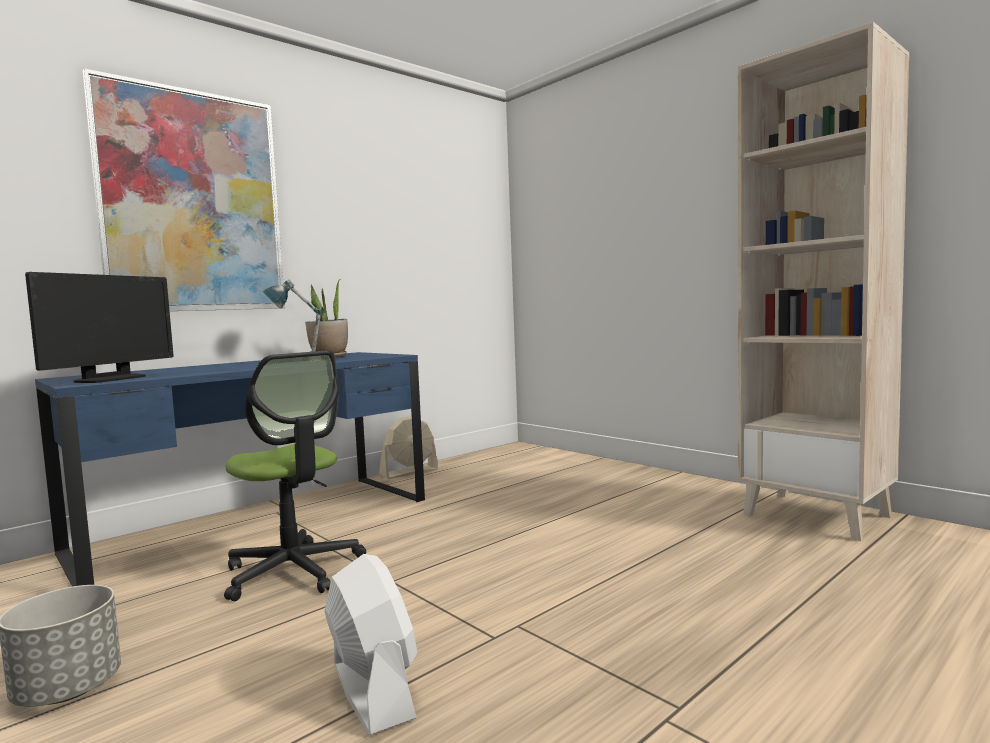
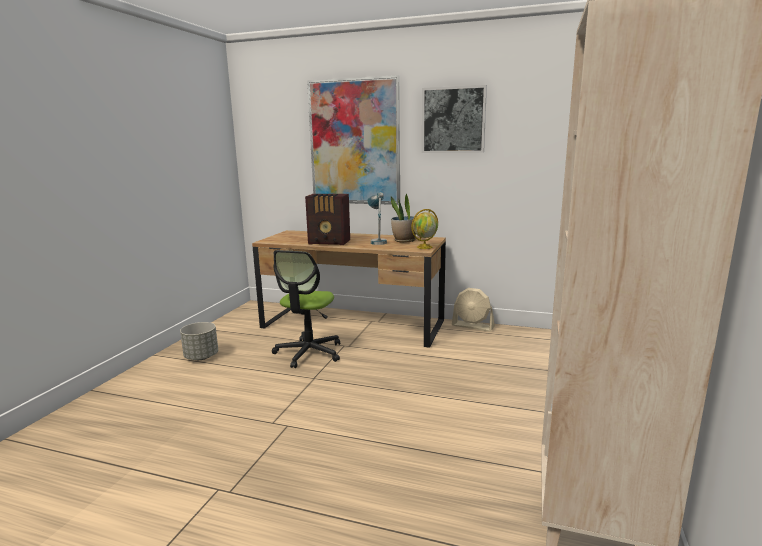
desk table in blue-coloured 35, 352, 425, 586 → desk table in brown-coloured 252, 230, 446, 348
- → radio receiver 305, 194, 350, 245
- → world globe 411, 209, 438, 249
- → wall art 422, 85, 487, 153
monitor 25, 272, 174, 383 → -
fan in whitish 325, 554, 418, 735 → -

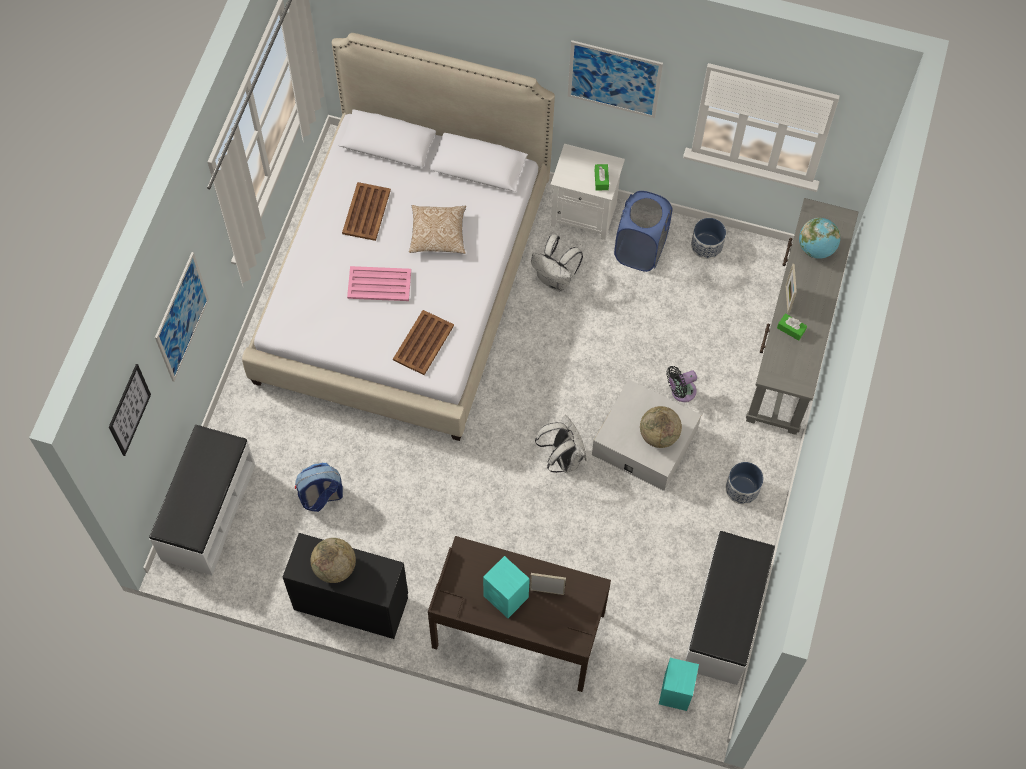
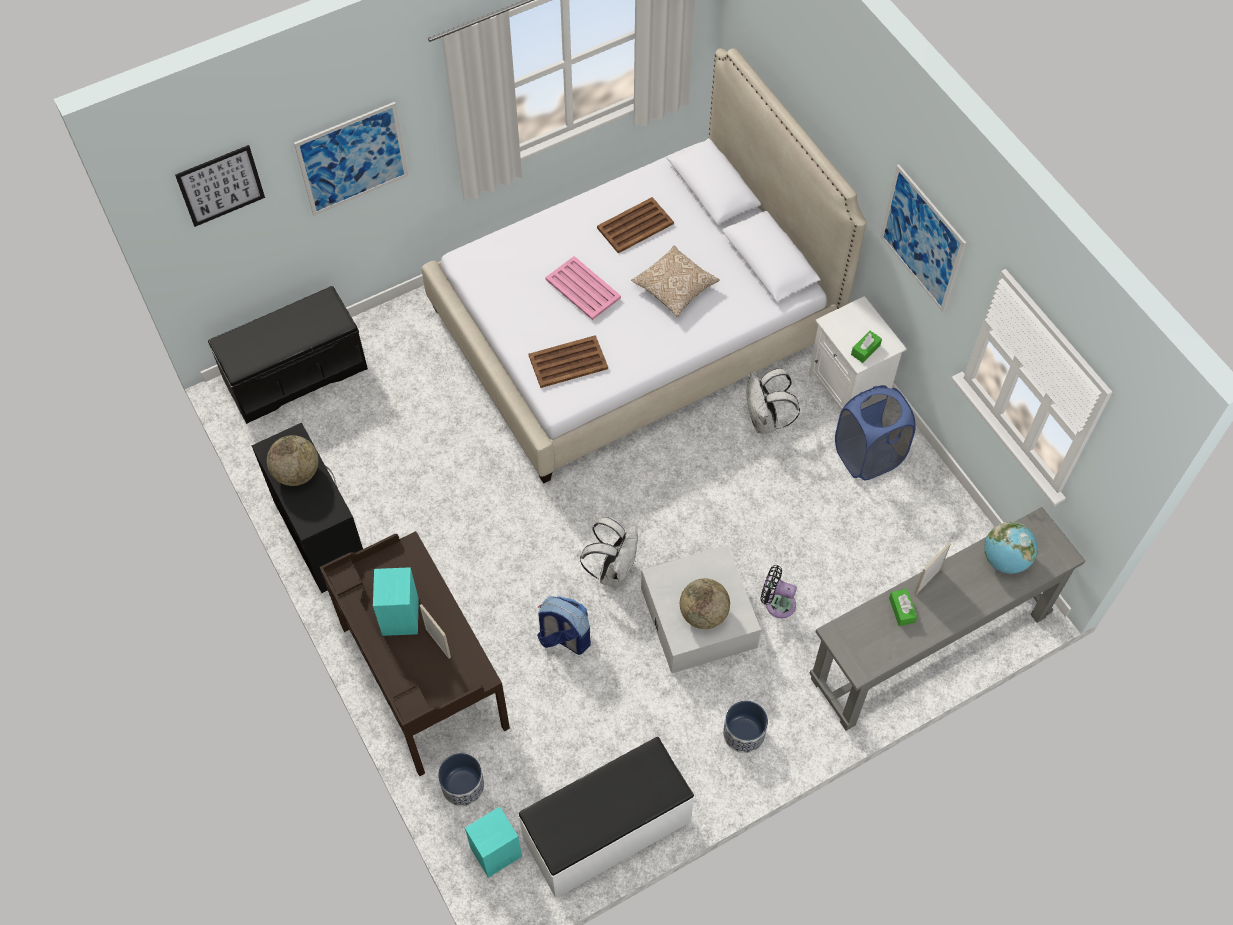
indoor bench in whitish 149, 425, 255, 576 → indoor bench in black-coloured 208, 286, 368, 424
flower pot 691, 218, 726, 259 → flower pot 438, 753, 484, 807, moved
backpack 295, 463, 343, 512 → backpack 537, 596, 591, 655, moved

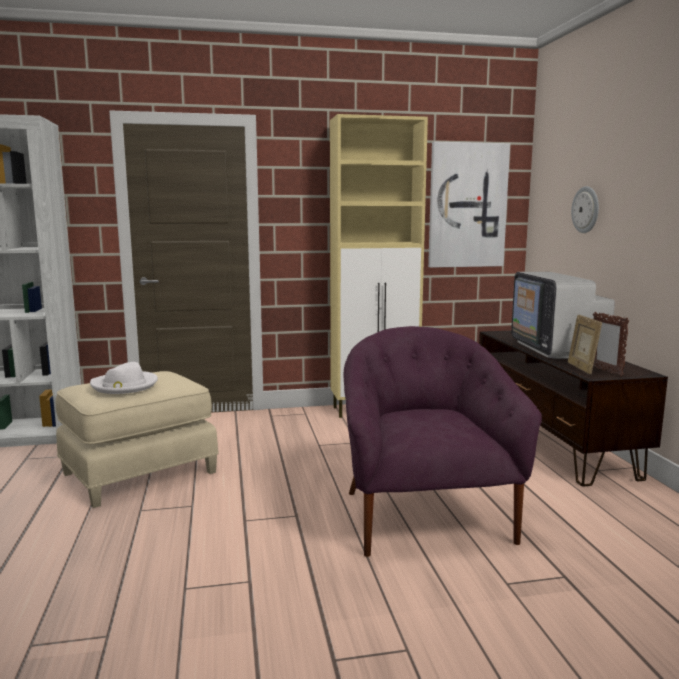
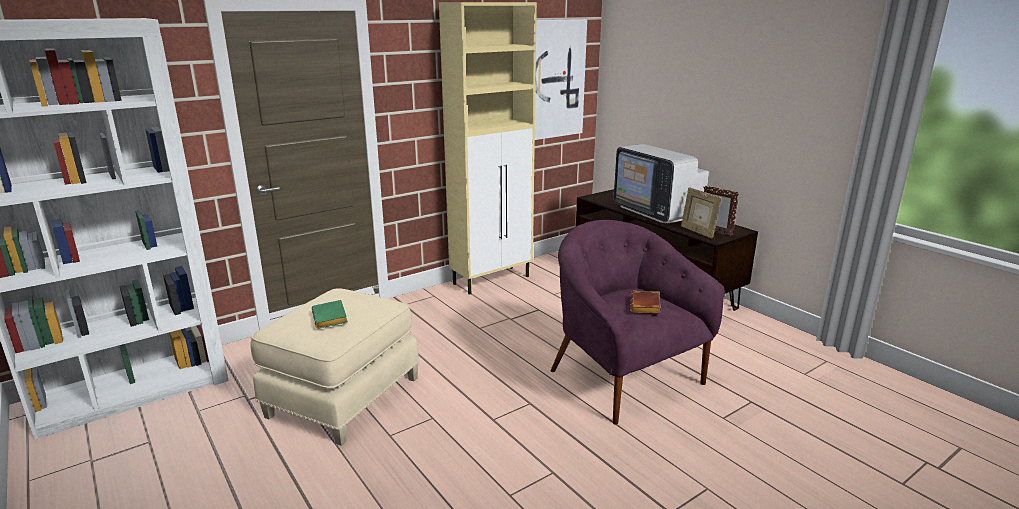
wearable hat in whitish 90, 362, 158, 394 → volume in green-coloured 312, 300, 348, 329
- → volume in brown-coloured 630, 291, 661, 314
wall clock 571, 186, 599, 233 → -

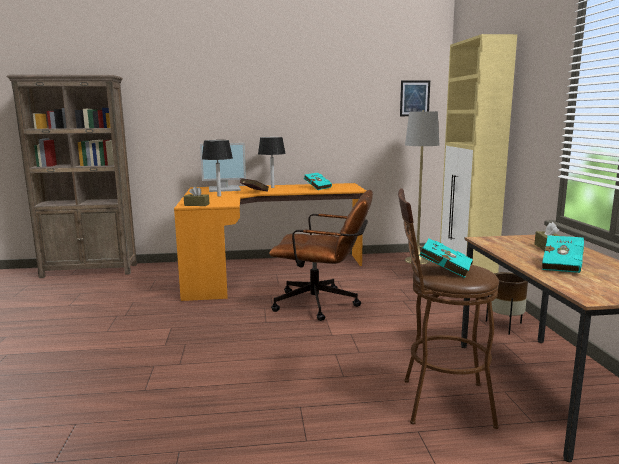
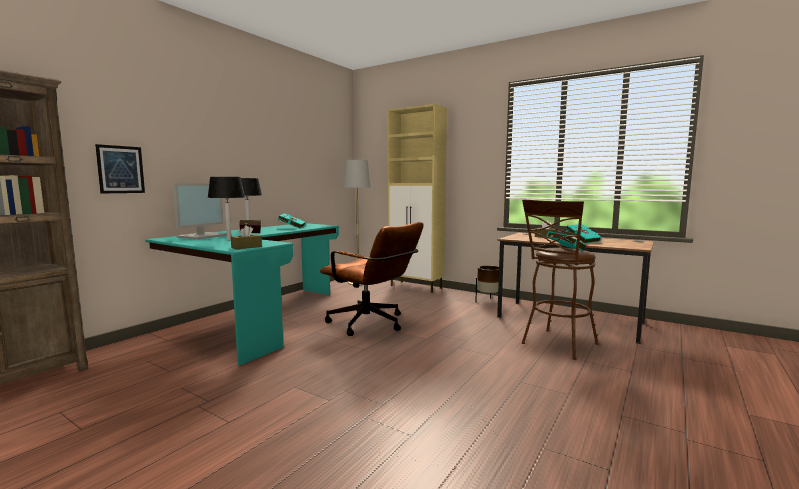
wall art 400, 80, 430, 116 → wall art 95, 144, 145, 194, moved
desk table in orange 174, 183, 366, 301 → desk table in turquoise 145, 223, 339, 366
desk chair in brown-coloured 269, 190, 373, 321 → desk chair in brown-coloured 320, 222, 424, 336, 75 degrees clockwise

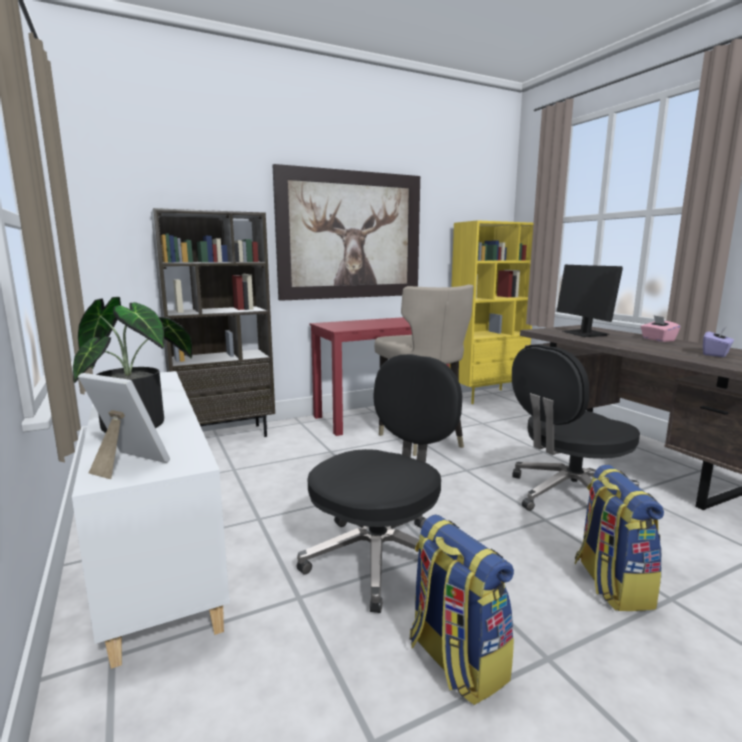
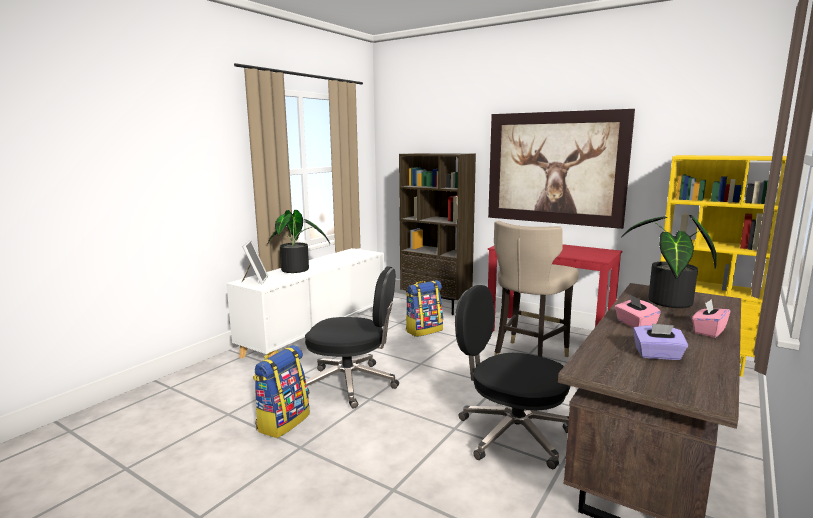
backpack 574, 465, 664, 611 → backpack 406, 280, 443, 337, moved
- → tissue holder in pink 615, 294, 661, 328
monitor 556, 265, 623, 337 → plant in a pot 621, 215, 717, 308

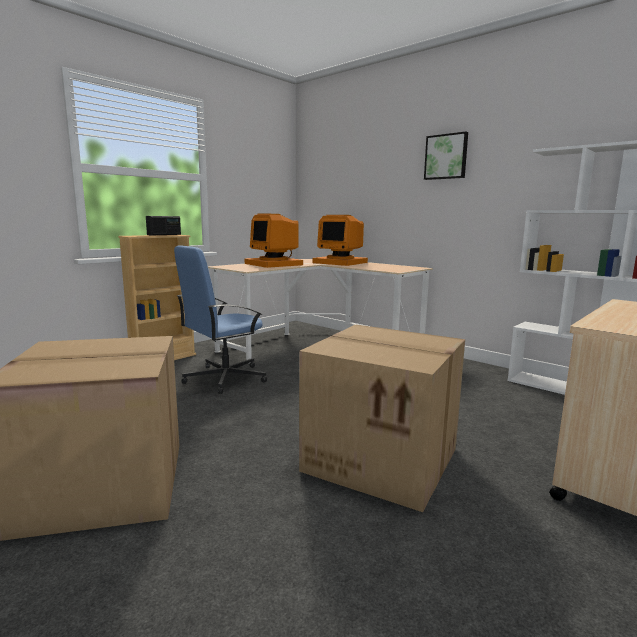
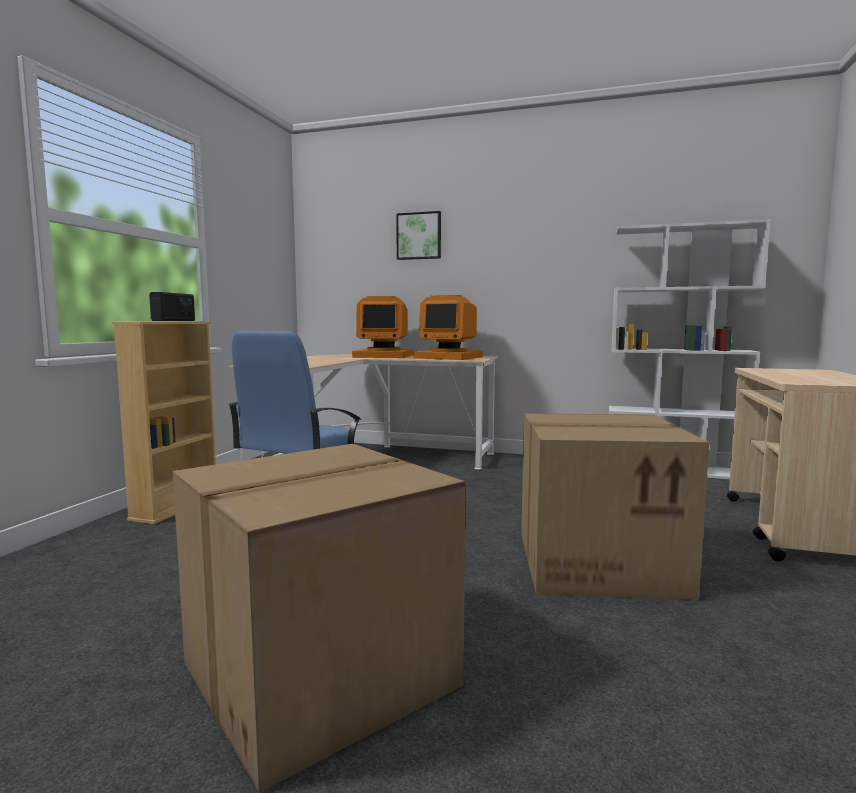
wall art 424, 131, 468, 180 → wall art 396, 211, 441, 260, moved
monitor 245, 214, 303, 268 → monitor 413, 295, 483, 360, moved

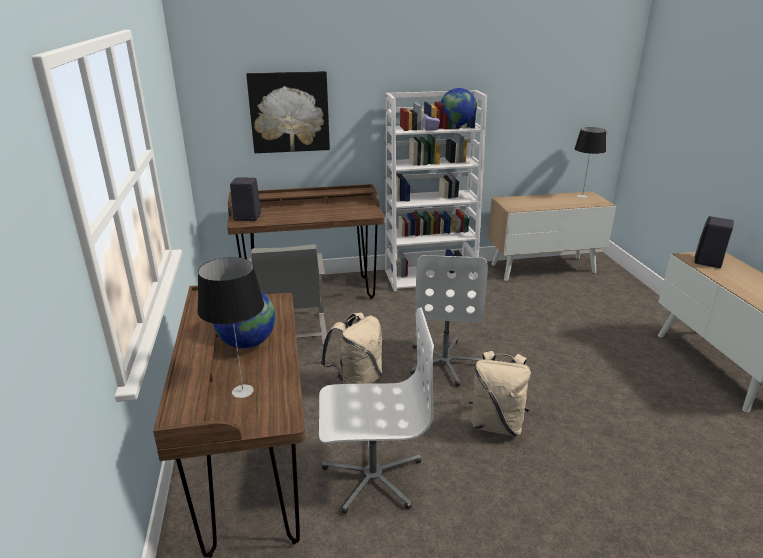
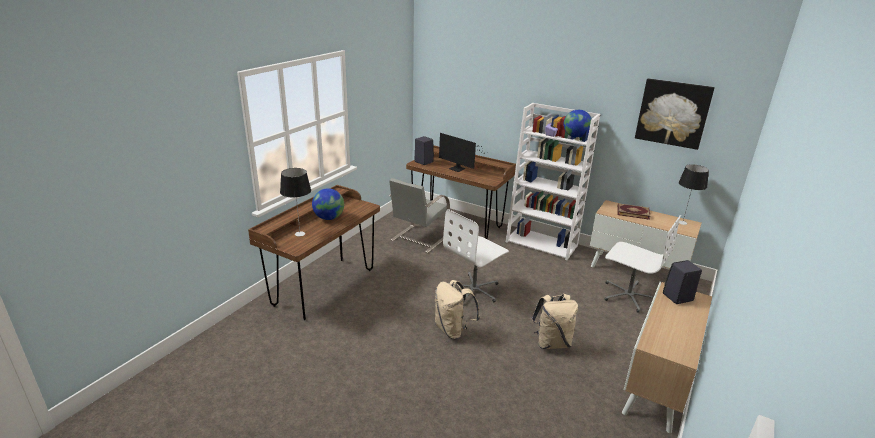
- → monitor 439, 133, 484, 172
backpack in beige-coloured 320, 312, 382, 384 → backpack in beige-coloured 532, 294, 578, 349, moved
desk chair in whitish 319, 308, 434, 514 → desk chair in whitish 605, 215, 681, 313, moved
- → volume 617, 203, 650, 220
wall art 246, 71, 330, 153 → wall art 635, 78, 715, 150, moved

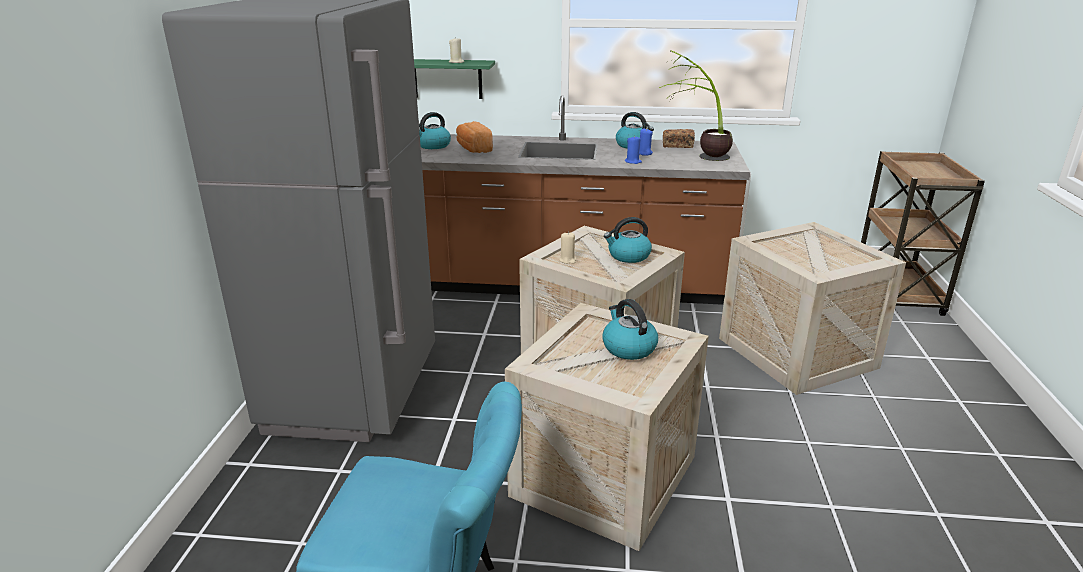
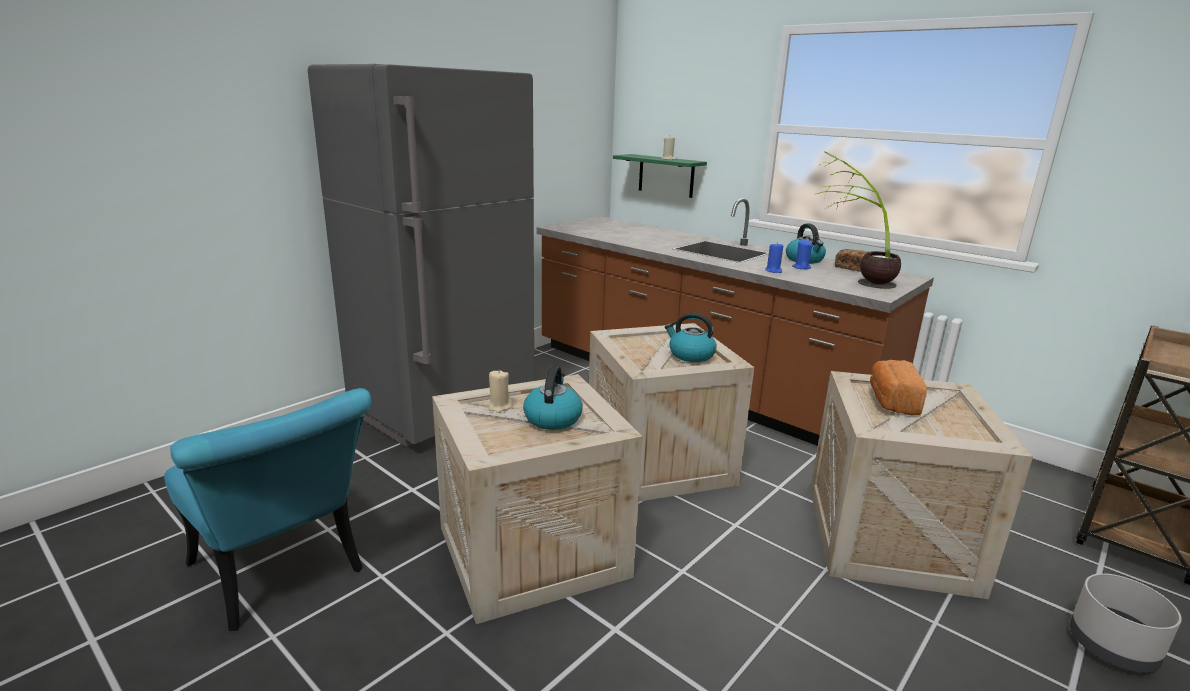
wax light in beige-coloured 559, 232, 577, 264 → wax light in beige-coloured 488, 371, 512, 413, moved
baked bread 456, 121, 493, 153 → baked bread 870, 360, 927, 415, moved
- → flower pot in gray 1070, 573, 1182, 672
kettle 419, 112, 451, 149 → -

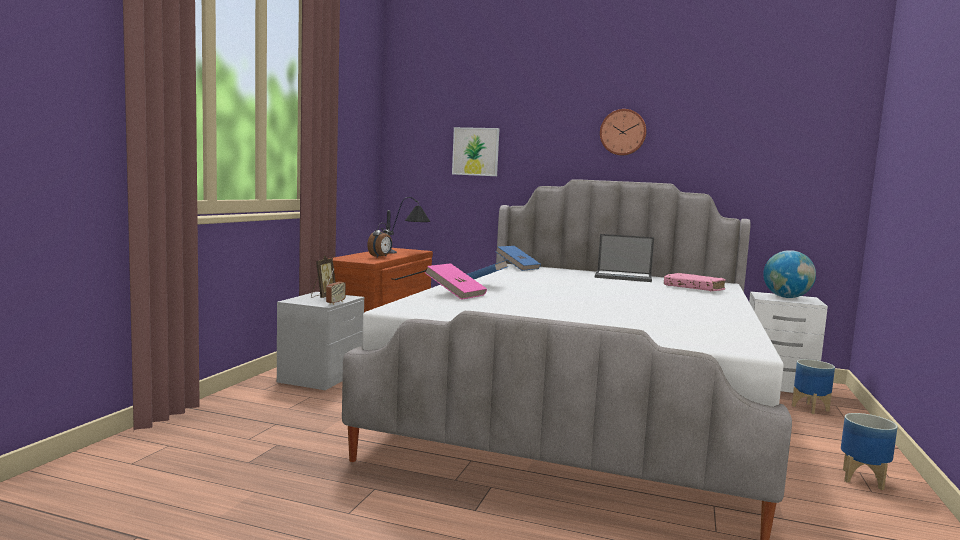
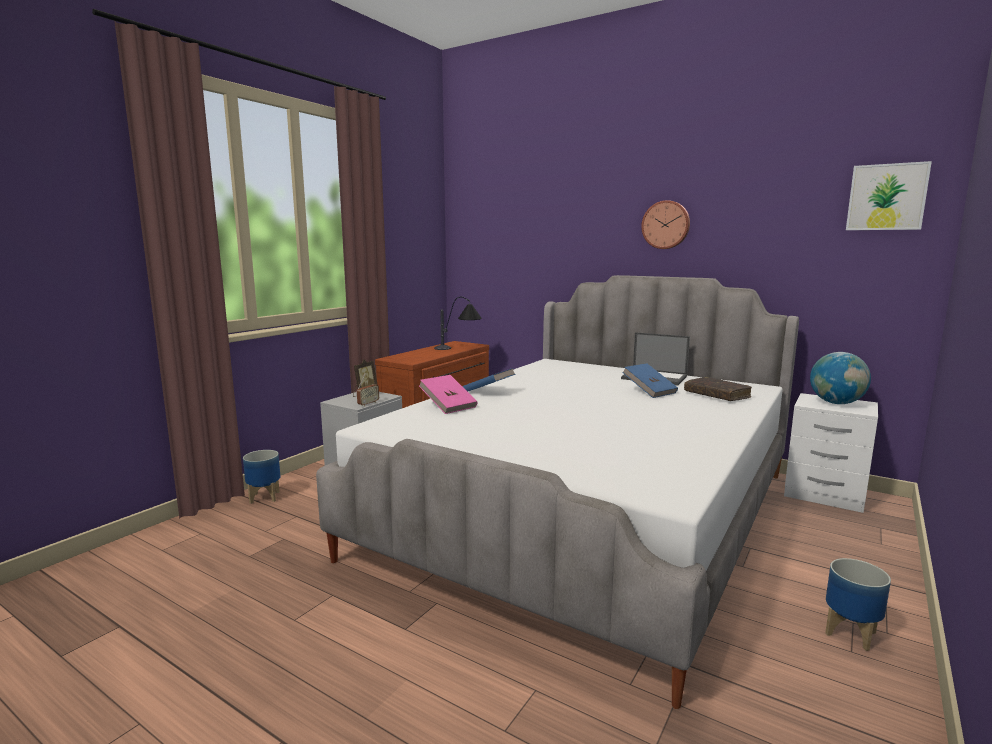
flower pot 792, 359, 835, 414 → flower pot 243, 450, 281, 504, moved
volume in blue-coloured 495, 246, 541, 271 → volume in blue-coloured 622, 363, 678, 398, moved
volume in pink 664, 273, 726, 292 → volume in brown-coloured 684, 377, 752, 401
wall art 452, 127, 500, 176 → wall art 846, 161, 932, 230, moved
table clock 367, 223, 392, 257 → -

